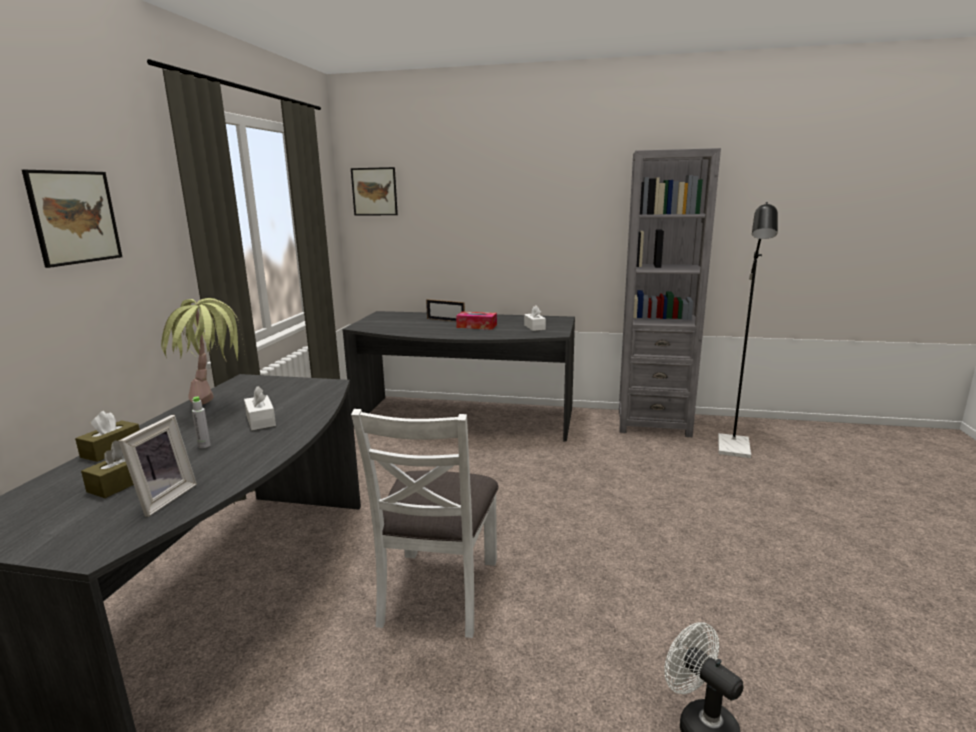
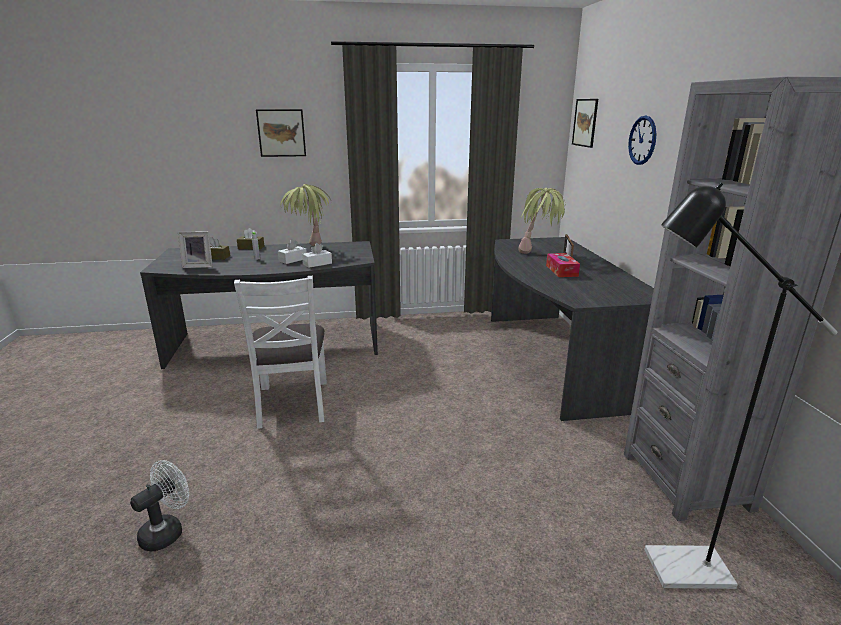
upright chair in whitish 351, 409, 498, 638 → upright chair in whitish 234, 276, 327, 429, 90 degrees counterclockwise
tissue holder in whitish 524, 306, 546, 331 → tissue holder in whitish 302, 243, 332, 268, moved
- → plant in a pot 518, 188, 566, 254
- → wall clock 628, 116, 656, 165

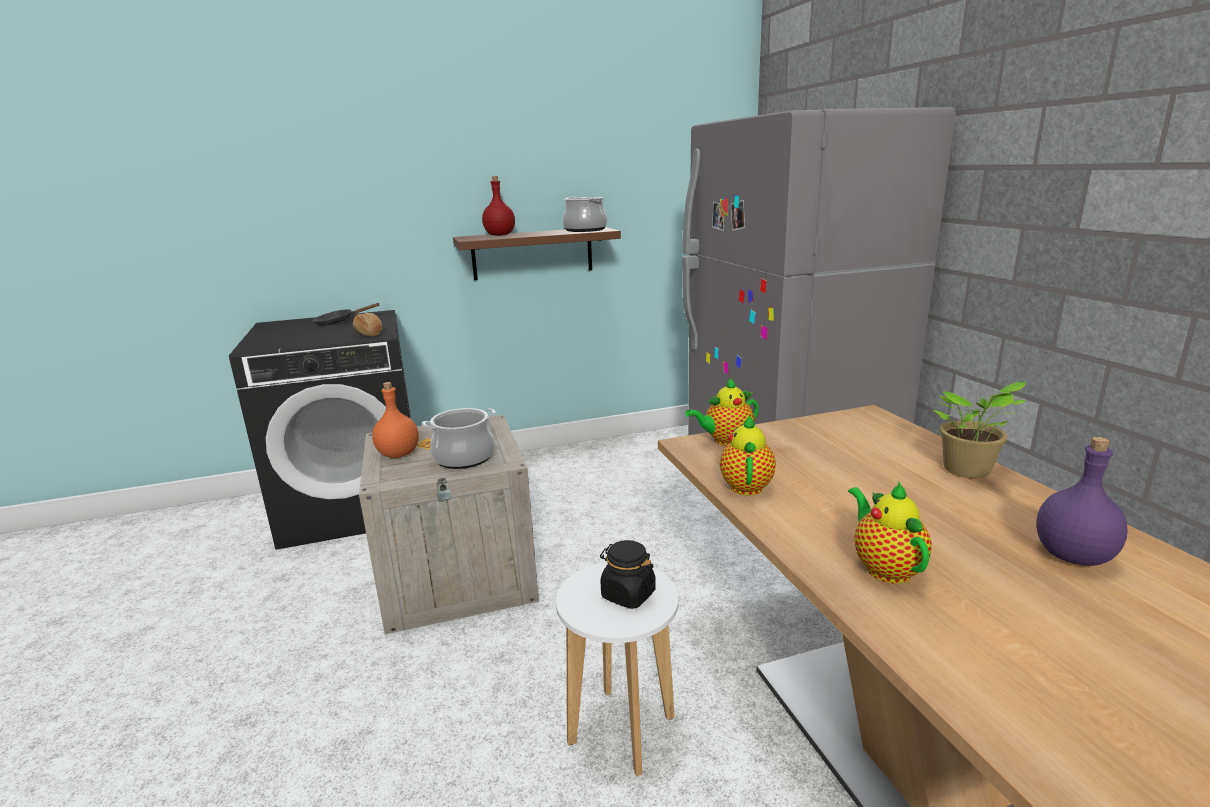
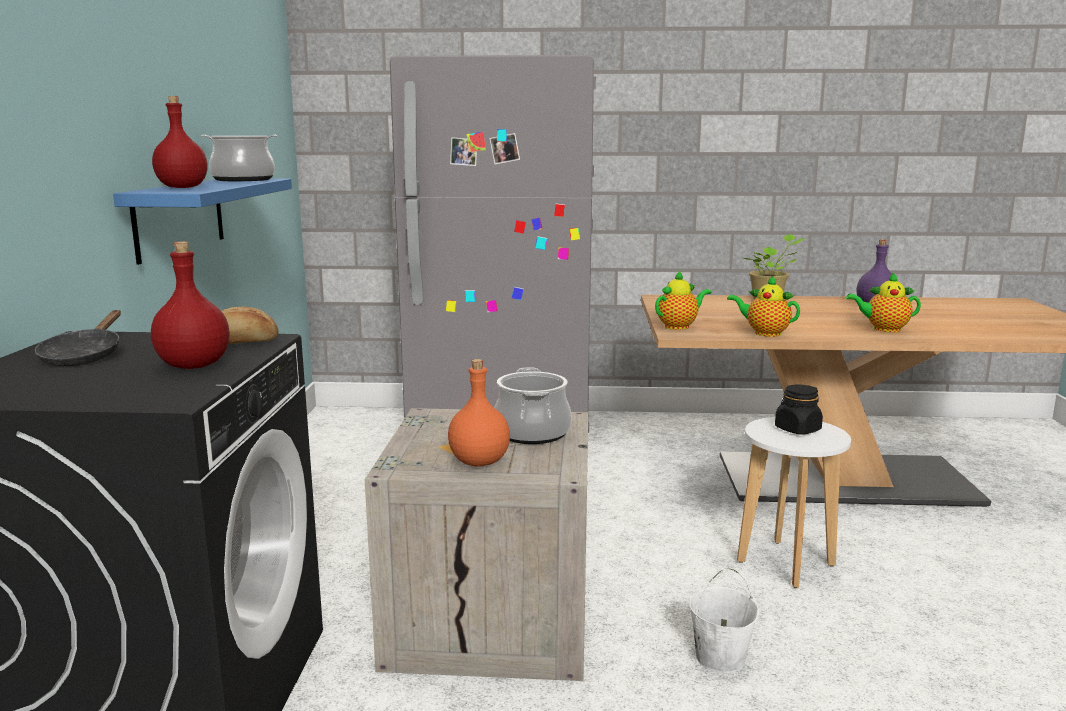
bracket shelf in brown-coloured 453, 227, 621, 280 → bracket shelf in blue-coloured 113, 178, 292, 265
- → bottle in red-coloured 151, 241, 229, 369
tea pot 685, 378, 759, 446 → tea pot 655, 270, 711, 330, 120 degrees counterclockwise
- → pail in whitish 689, 567, 759, 673

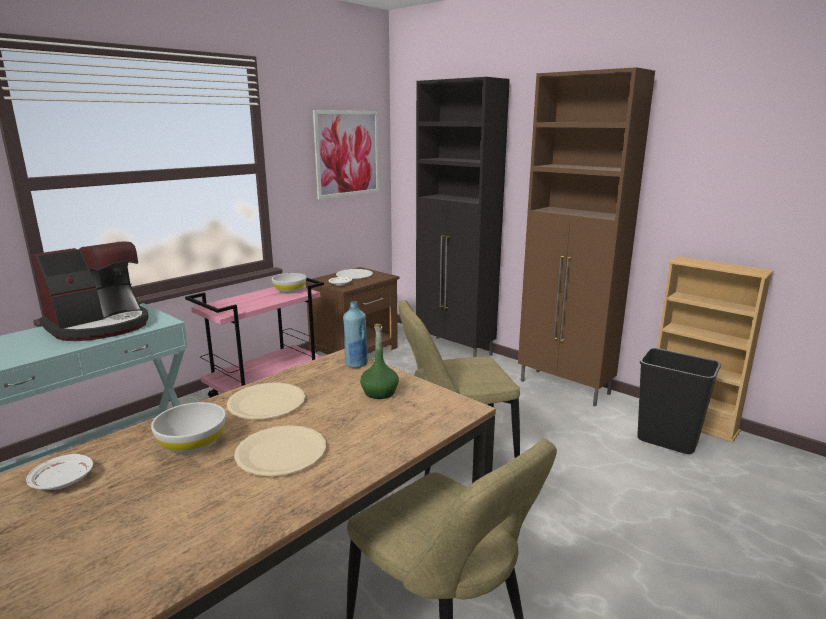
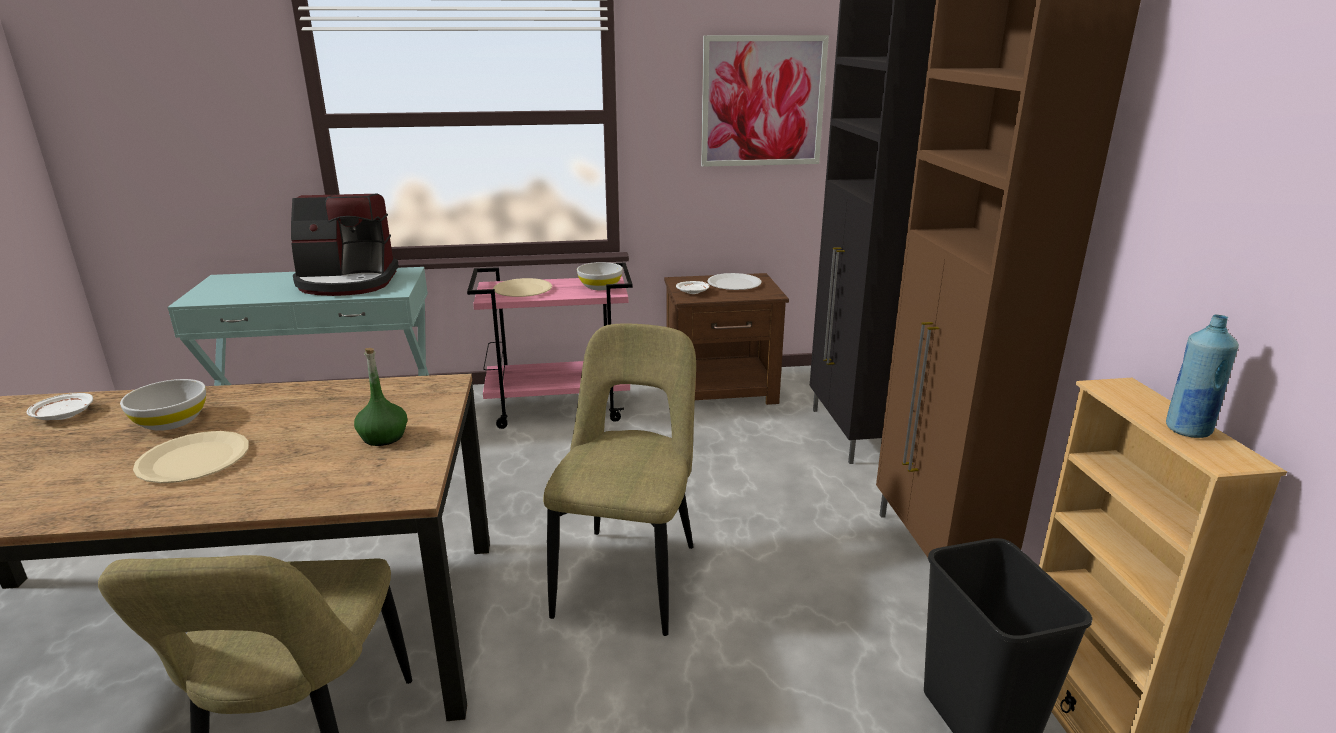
dinner plate in beige-coloured 227, 383, 305, 419 → dinner plate in beige-coloured 493, 278, 552, 297, moved
upright chair in beige-coloured 398, 300, 520, 476 → upright chair in beige-coloured 543, 324, 696, 636, 75 degrees clockwise
bottle in blue-coloured 343, 301, 368, 368 → bottle in blue-coloured 1166, 315, 1239, 438, moved

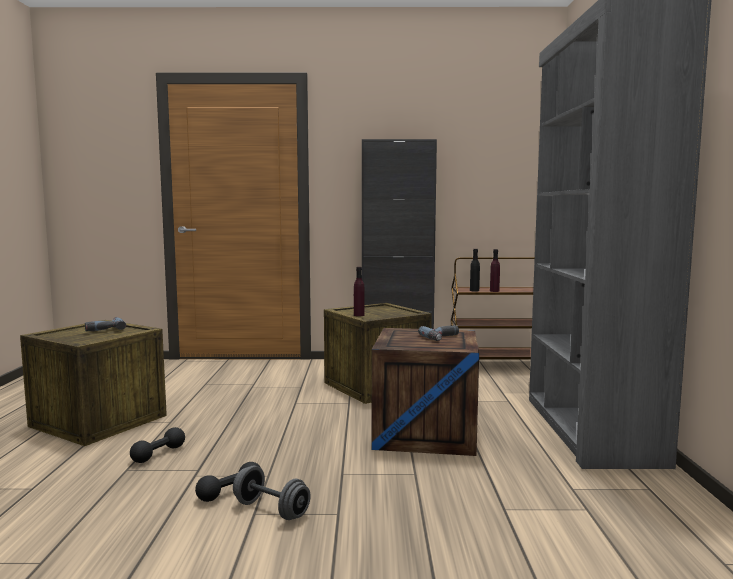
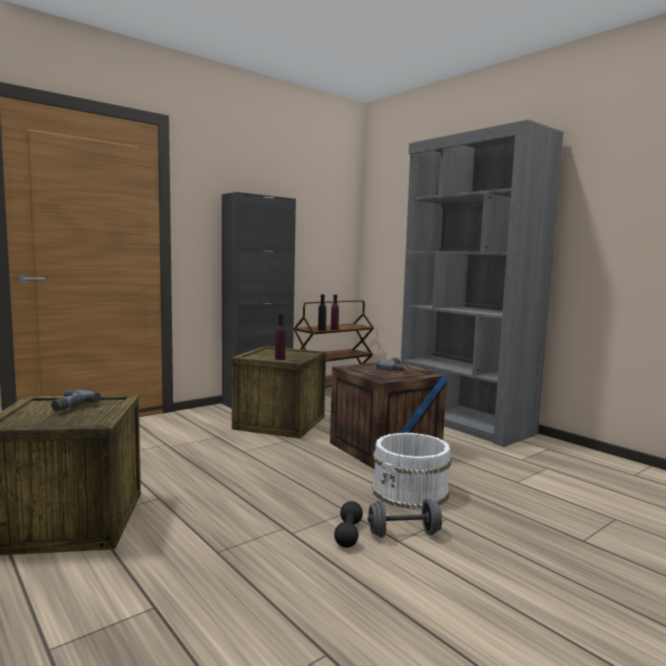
- → pail in whitish 372, 433, 452, 509
free weight in black-coloured 130, 427, 185, 463 → -

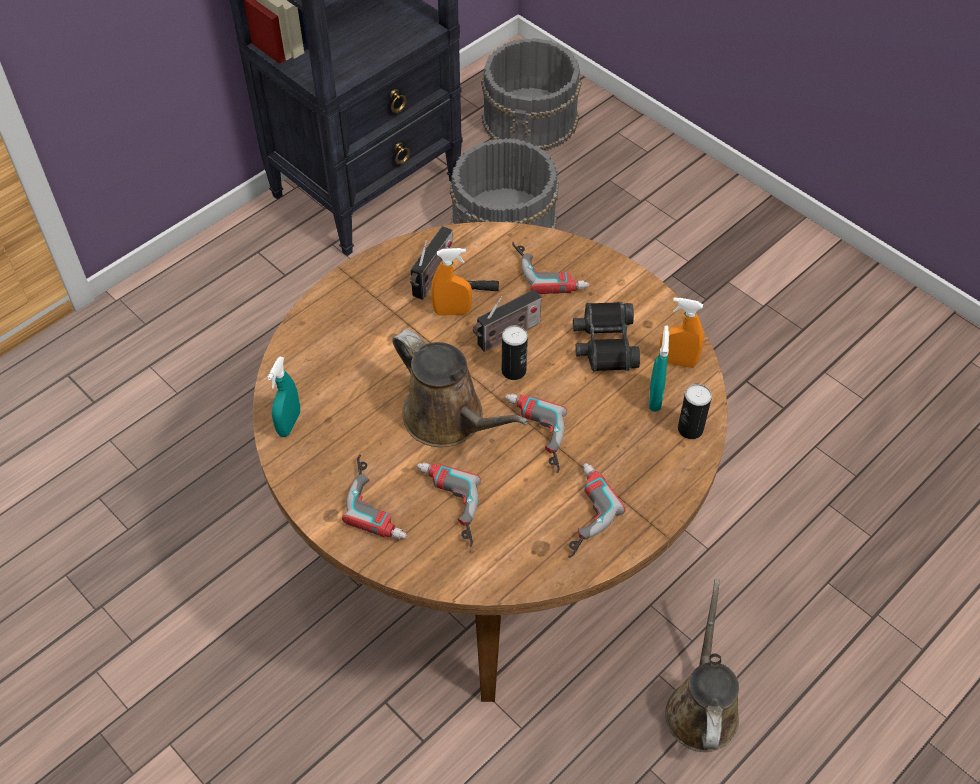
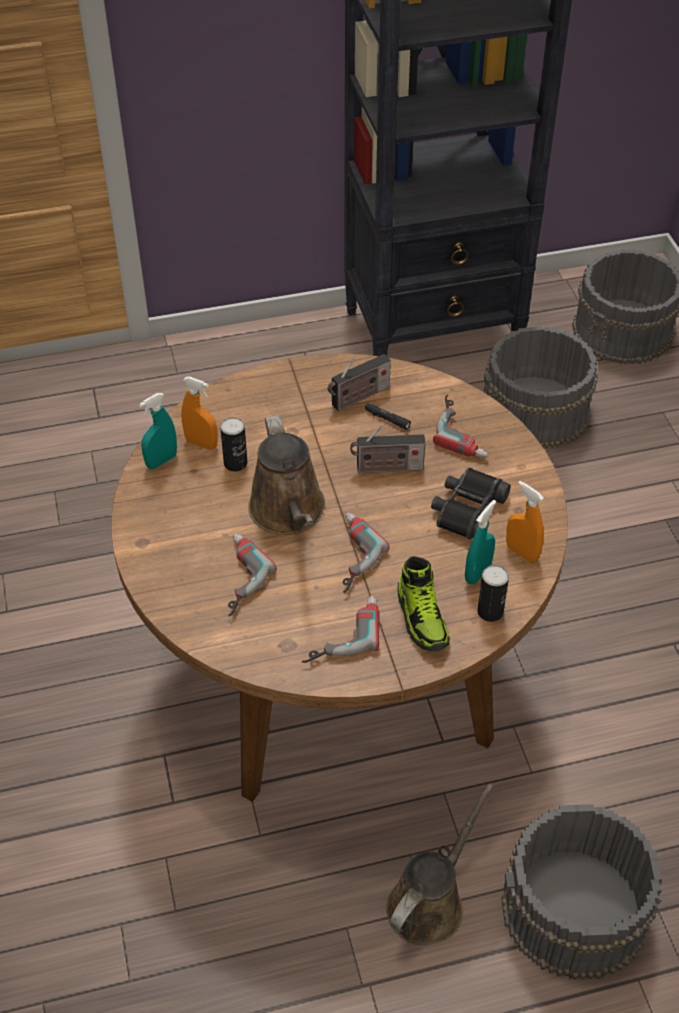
hand sprayer in orange 431, 248, 472, 316 → hand sprayer in orange 181, 376, 217, 450, moved
can 502, 325, 528, 380 → can 220, 417, 247, 472, moved
- → item of footwear 397, 556, 450, 652
- → pail in gray 501, 804, 662, 980
power drill 342, 454, 407, 540 → -

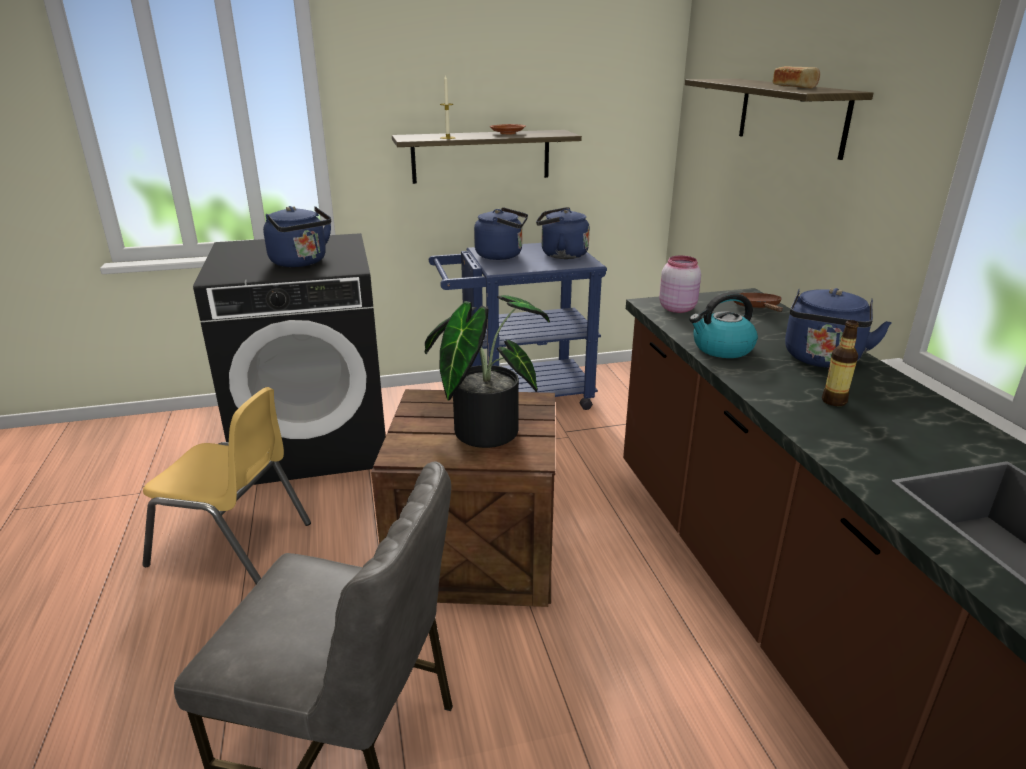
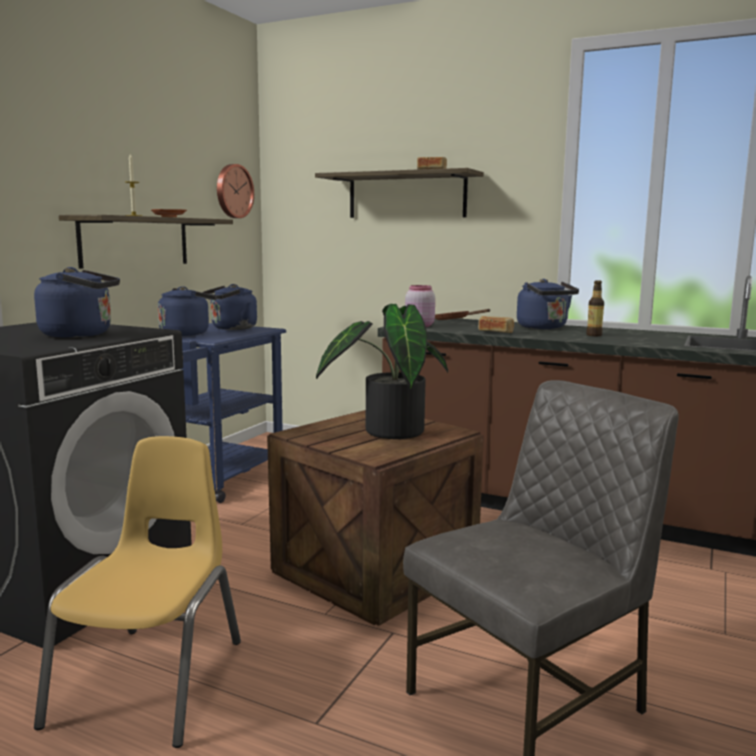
upright chair in yellow-coloured 142, 387, 311, 584 → upright chair in yellow-coloured 34, 436, 241, 748, 45 degrees counterclockwise
- → wall clock 217, 164, 254, 218
kettle 689, 292, 758, 358 → baked bread 478, 316, 514, 333

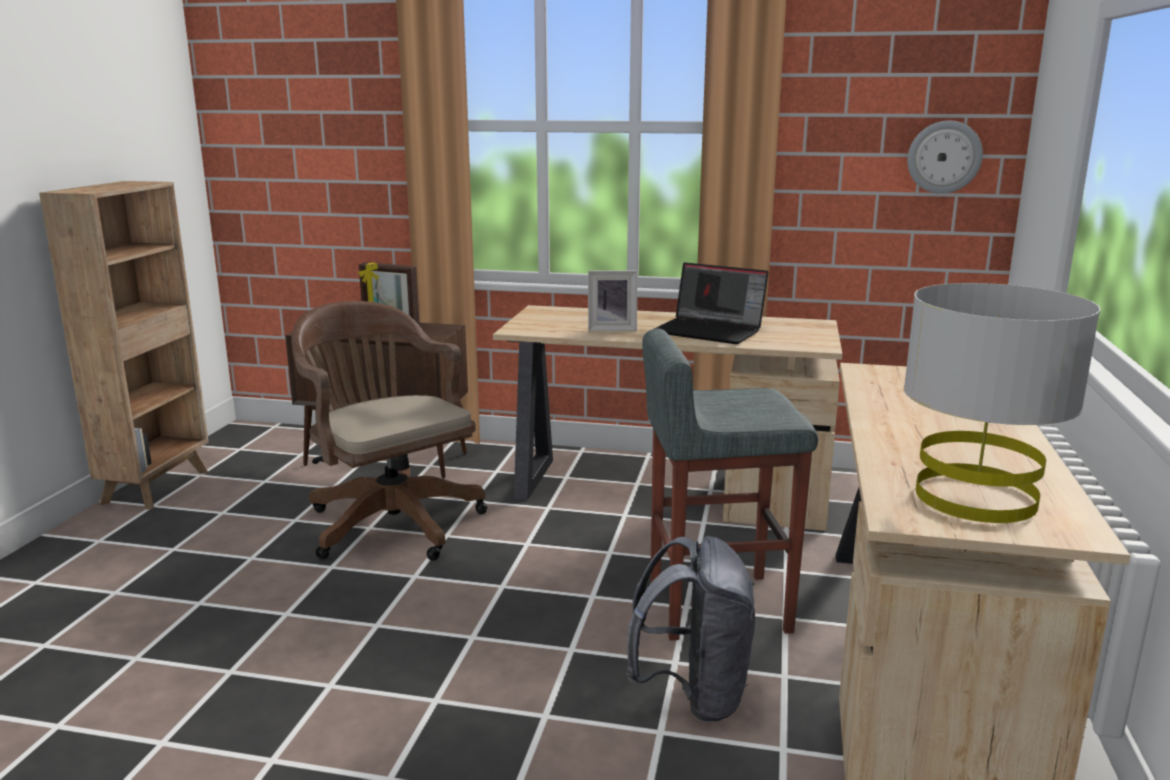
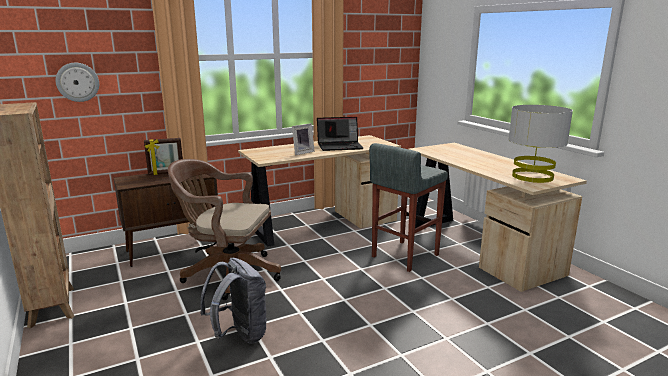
wall clock 907, 121, 983, 194 → wall clock 56, 63, 99, 102, moved
backpack in gray 626, 536, 755, 723 → backpack in gray 200, 258, 267, 344, moved

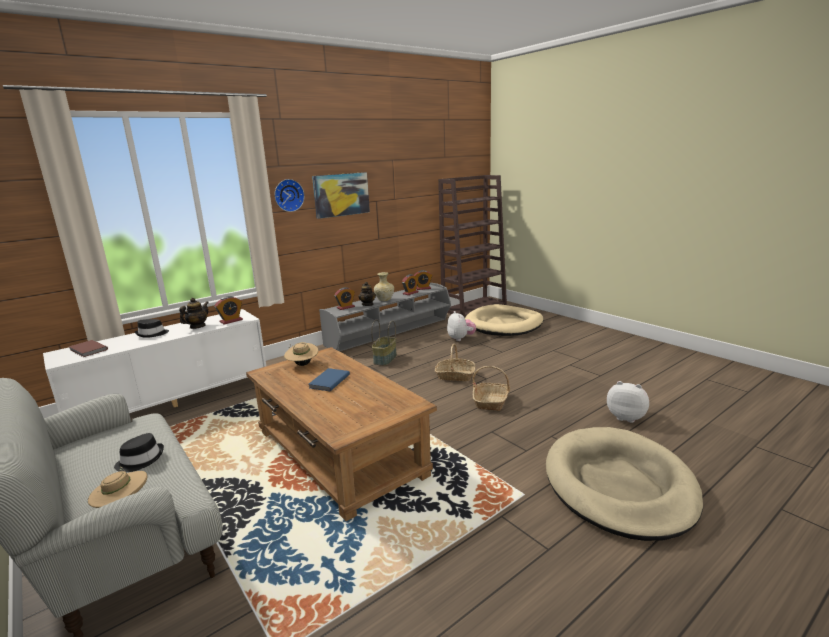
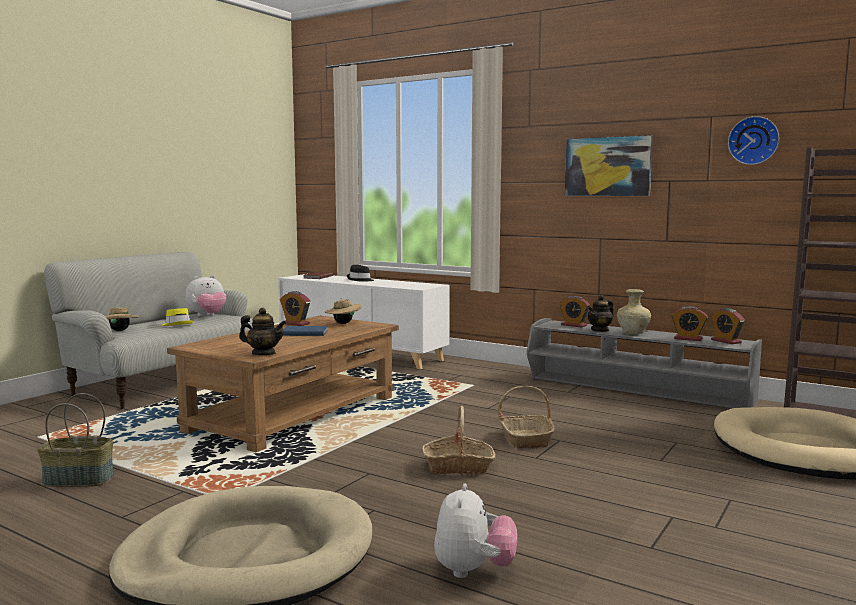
storage basket 371, 319, 397, 366 → storage basket 37, 393, 114, 487, moved
wearable hat in black-coloured 114, 433, 164, 472 → wearable hat in yellow-coloured 161, 308, 194, 326
soft toy 447, 311, 476, 341 → soft toy 185, 275, 226, 316, moved
tea pot 179, 298, 209, 329 → tea pot 239, 308, 286, 355, moved
table clock 214, 296, 243, 324 → table clock 280, 291, 310, 326, moved
wall clock 275, 179, 305, 212 → wall clock 728, 116, 779, 165, moved

